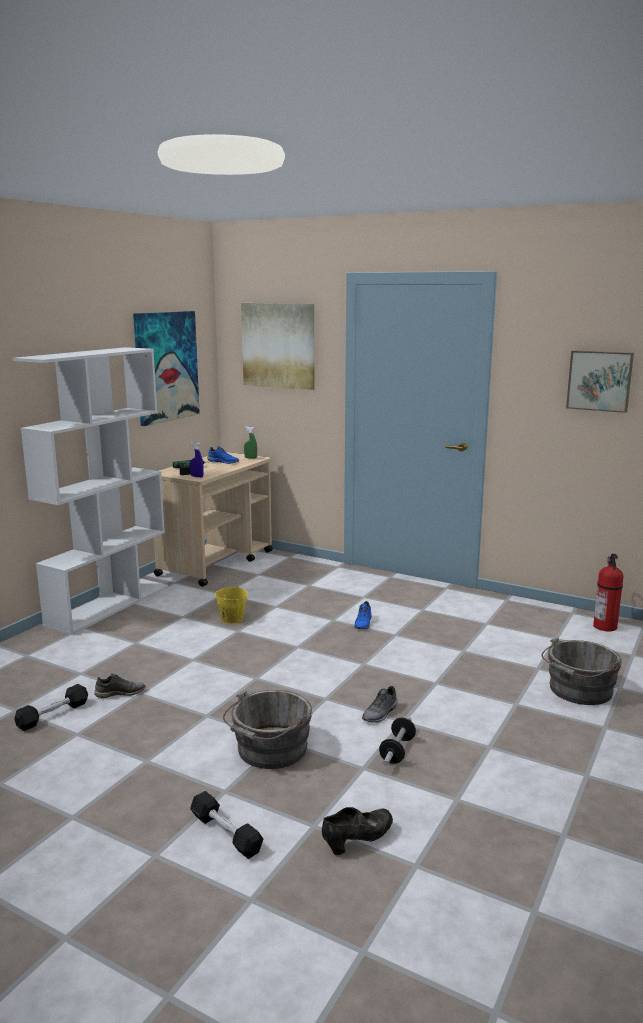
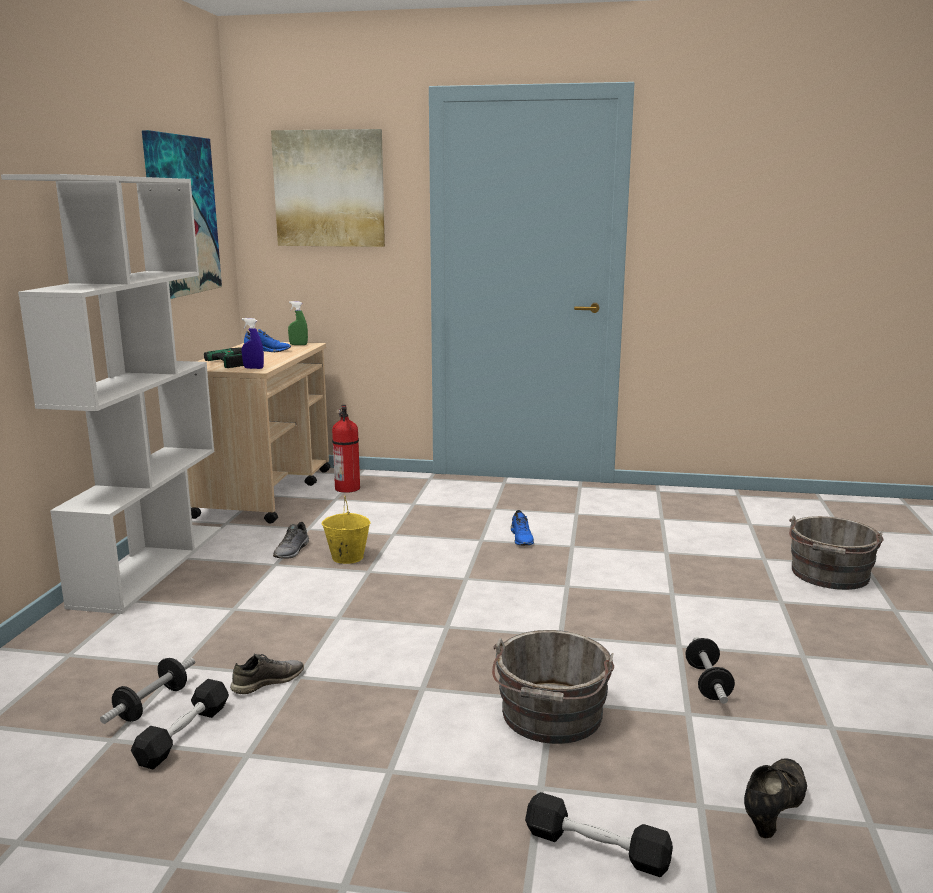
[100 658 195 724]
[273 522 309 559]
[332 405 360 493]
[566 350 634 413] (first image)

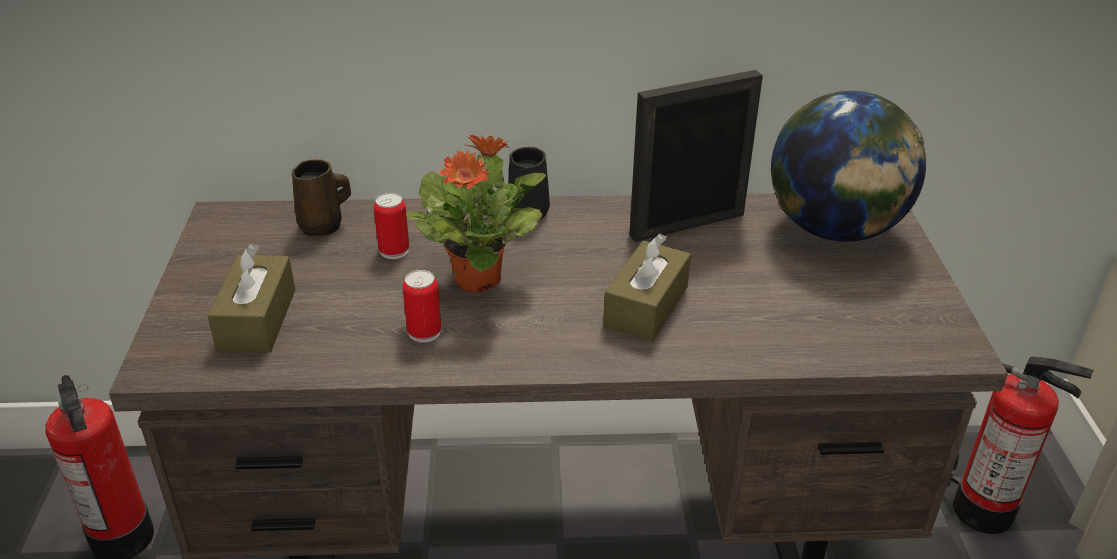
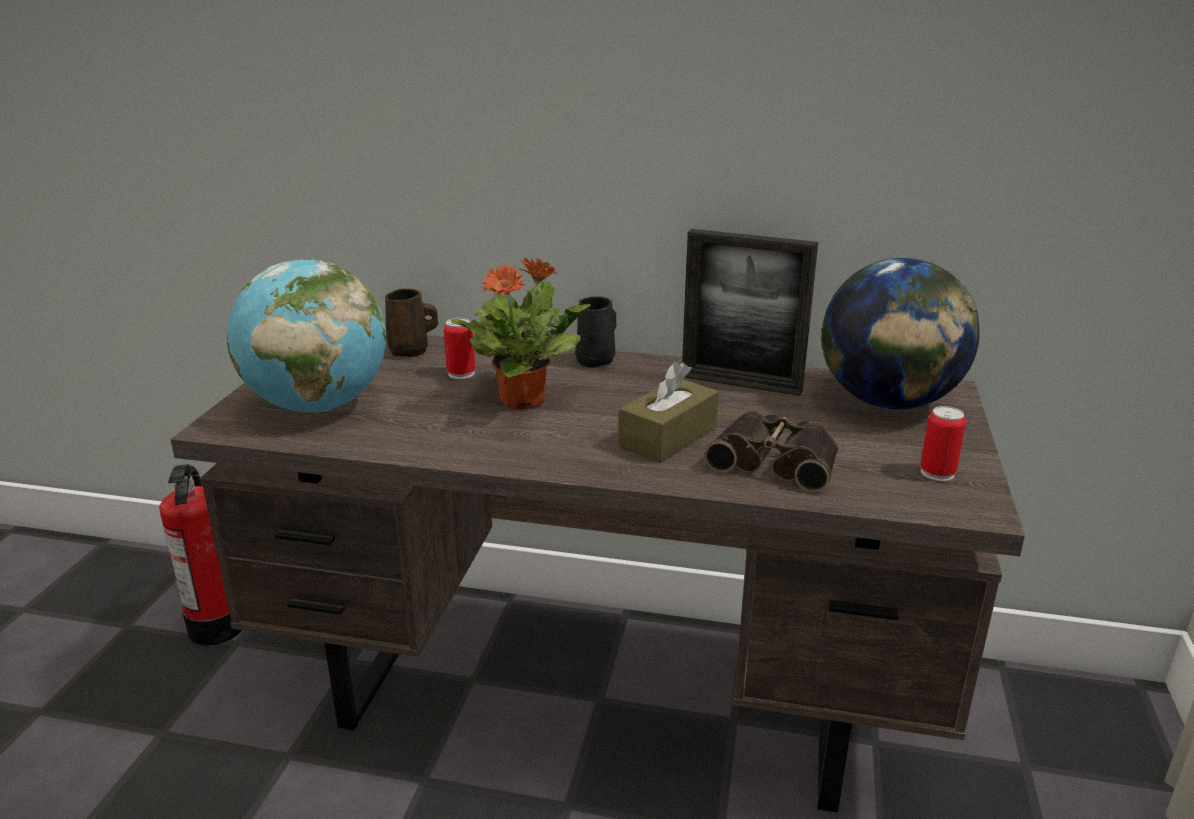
[227 259 387 412]
[682 229 818 396]
[704 410 838 492]
[920 406 966 481]
[947 357 1094 534] (first image)

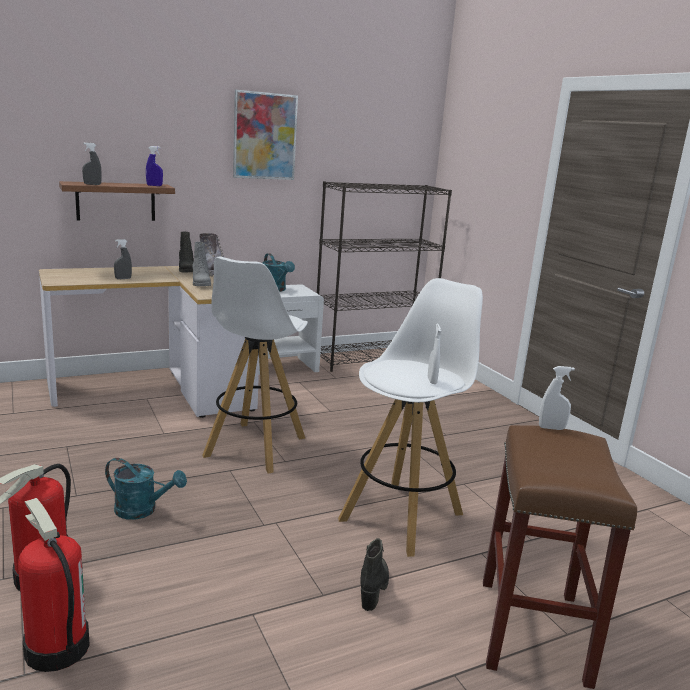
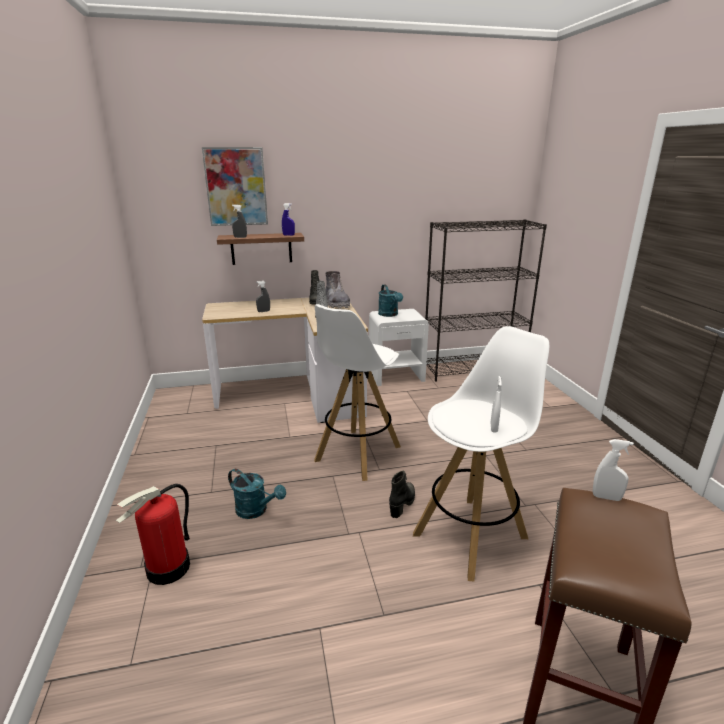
[202 147 268 226]
[389 471 415 518]
[18 498 90 672] (first image)

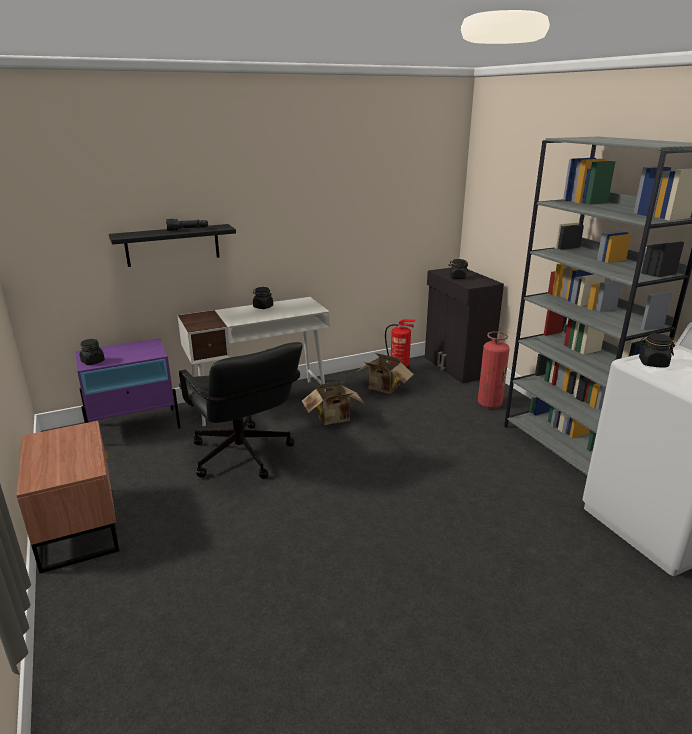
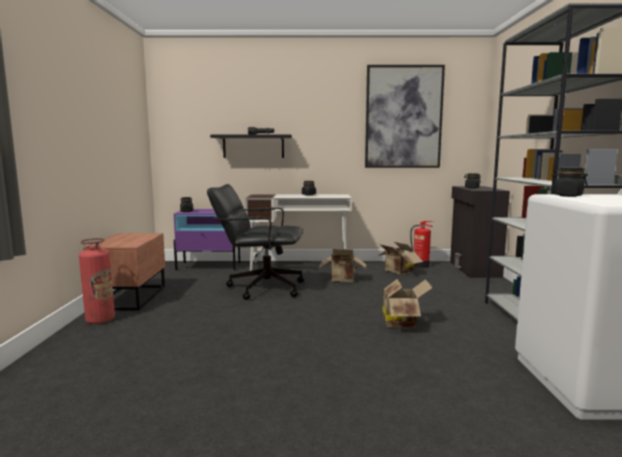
[79 238 115 324]
[207 184 304 300]
[365 65 445 168]
[382 279 433 329]

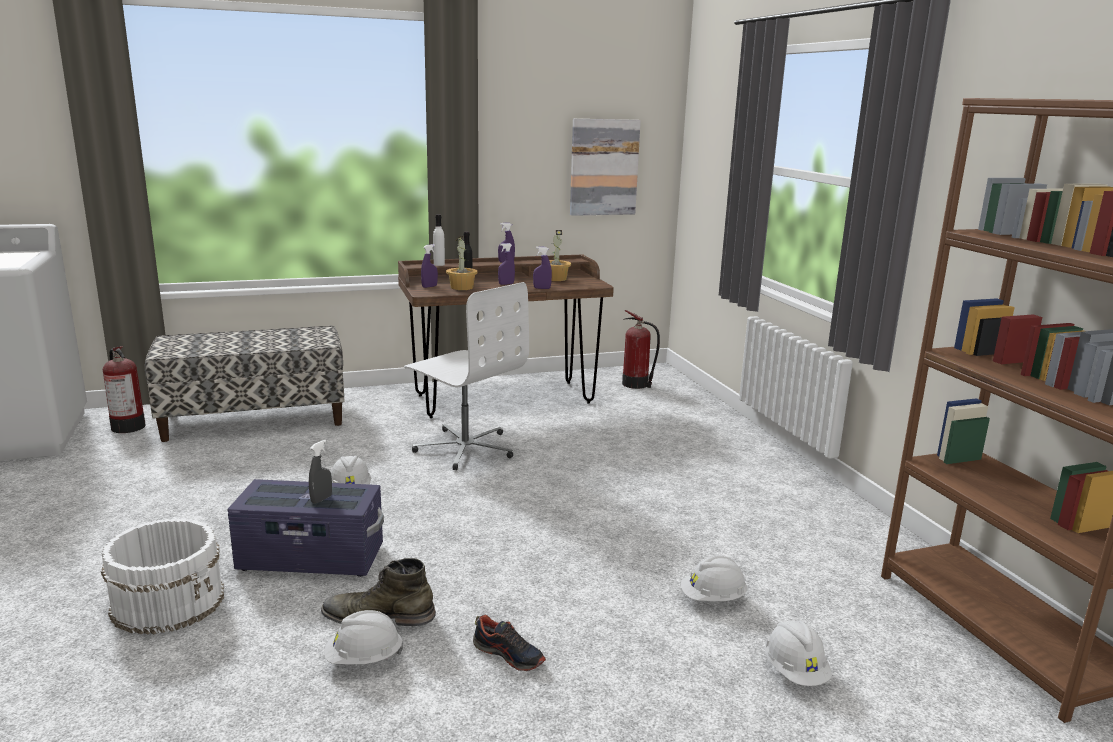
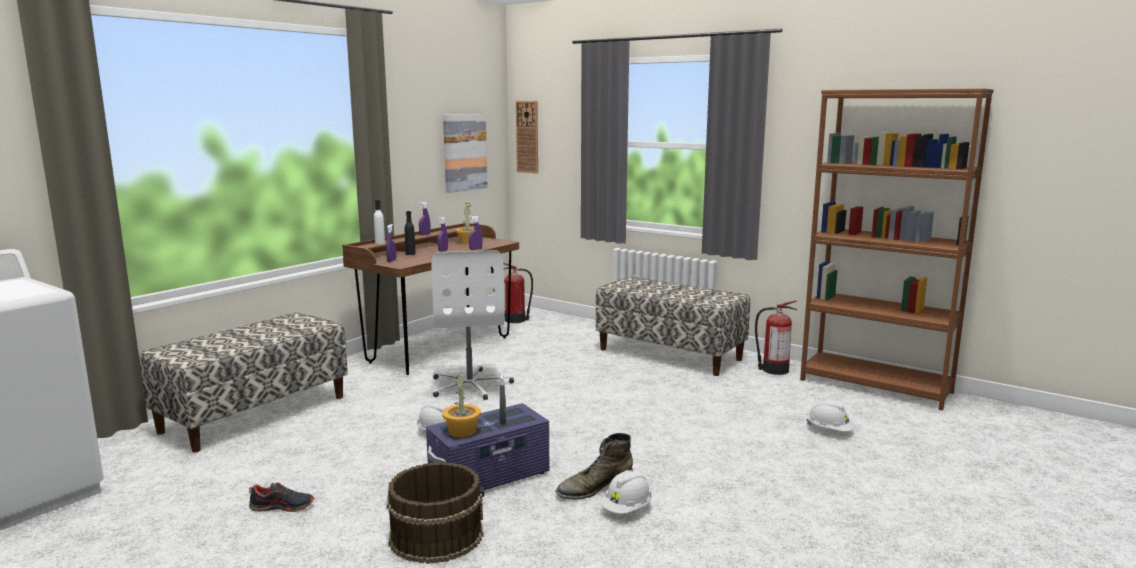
[249 482 314 512]
[386 462 484 564]
[431 250 514 400]
[443 371 481 437]
[516 101 538 173]
[596 277 750 376]
[755 301 797 375]
[681 556 747 601] (first image)

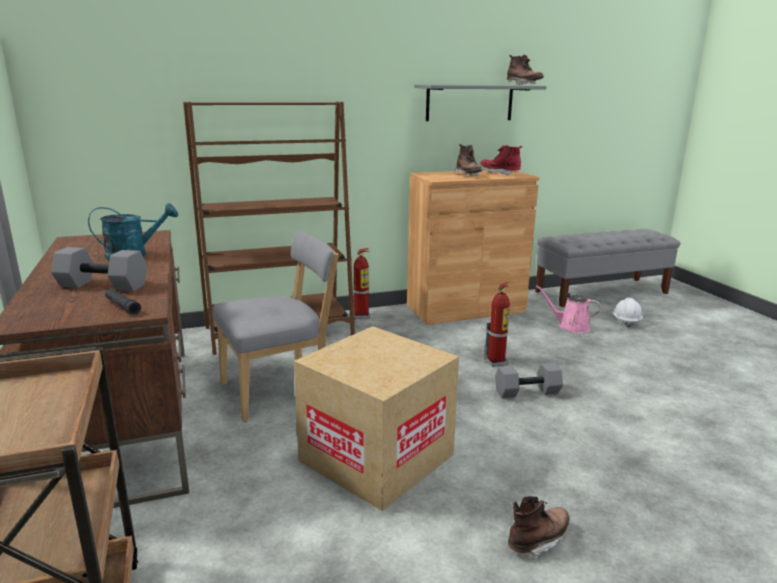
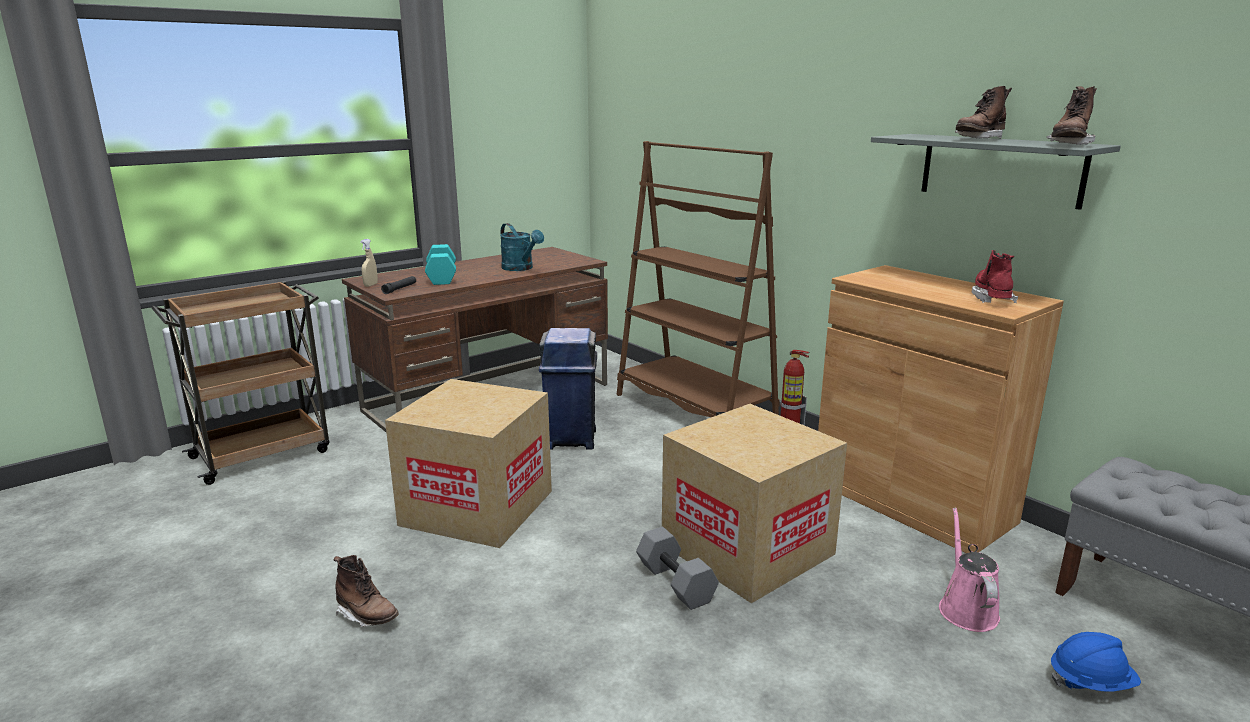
[360 239 378 287]
[425 244 456 285]
[539 328 597 450]
[662 404 847 603]
[955 86 1012 139]
[1051 632 1141 692]

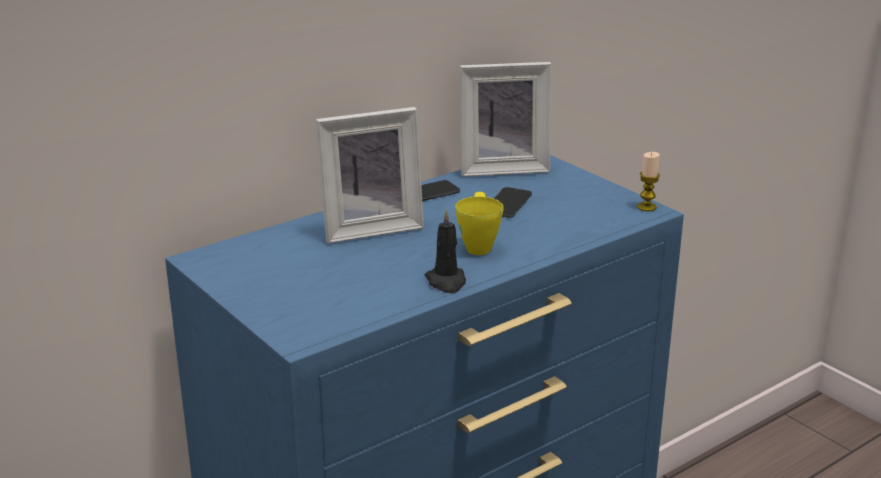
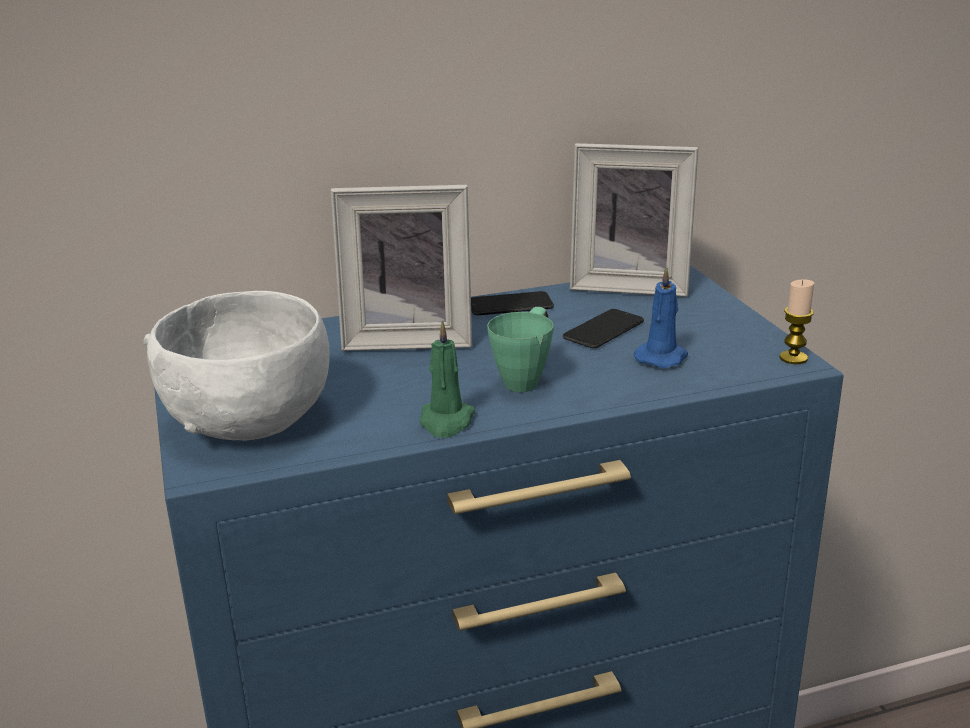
[144 291 330 440]
[420 320 476 438]
[487 307 554 392]
[634 266 688 368]

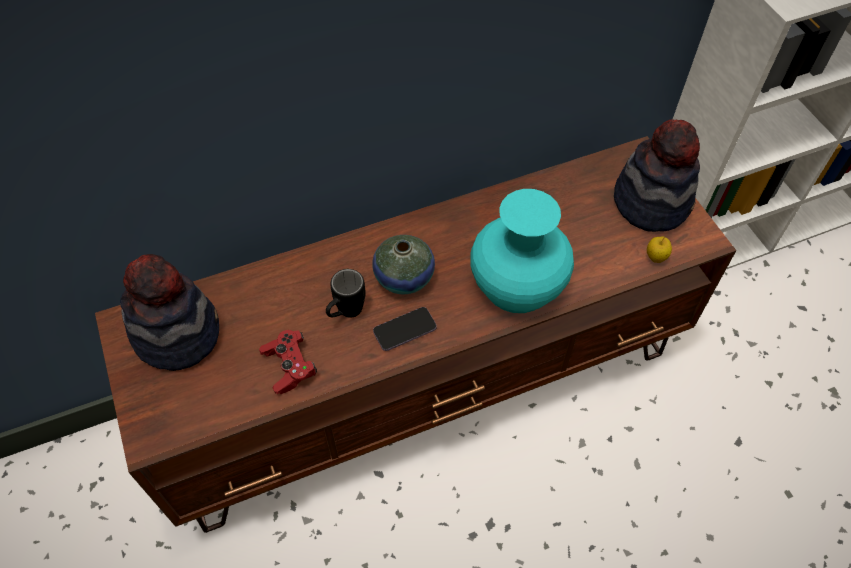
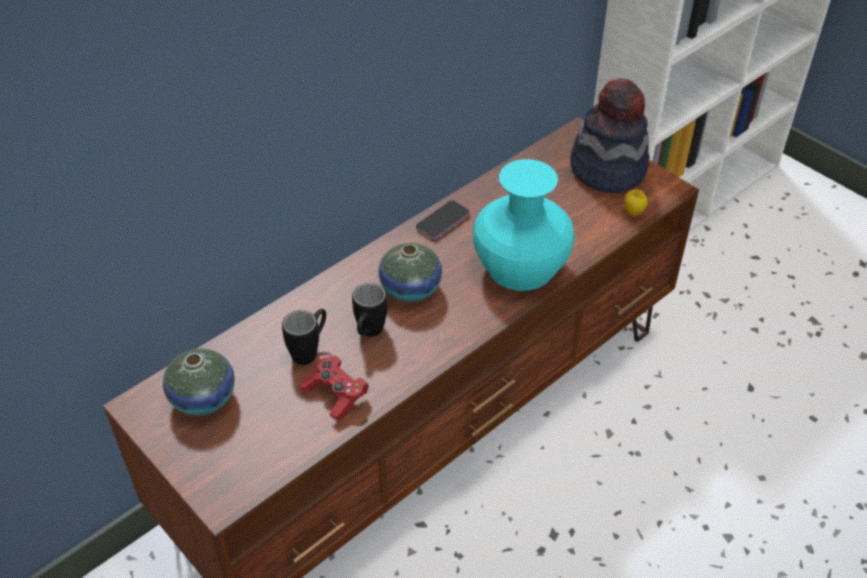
[163 349 235 416]
[282 309 326 365]
[416 200 470 239]

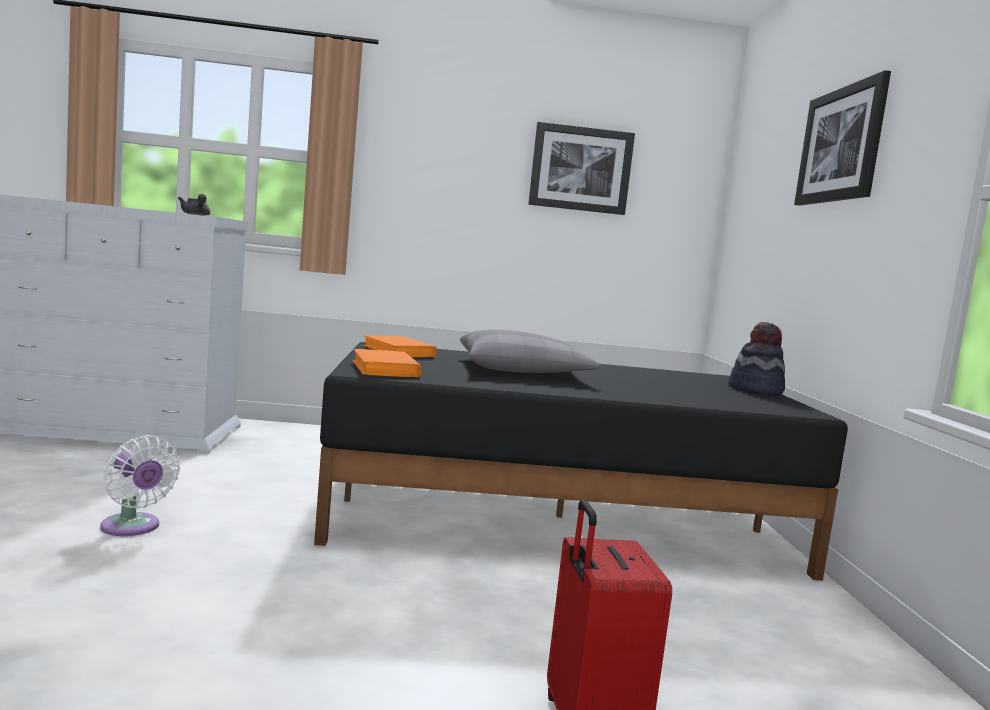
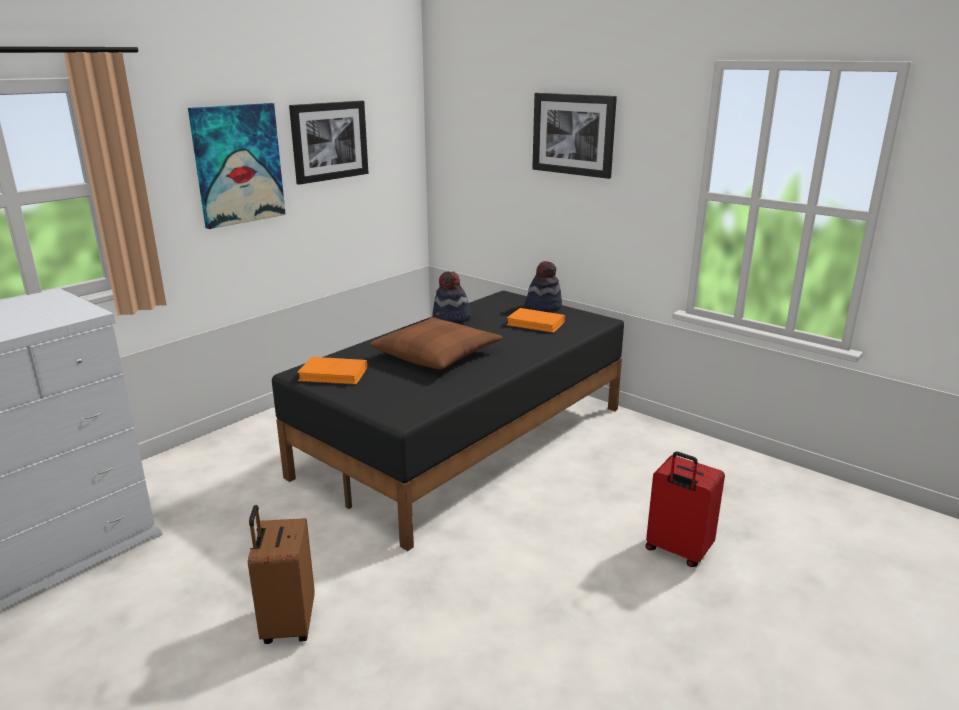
[188 103 286 229]
[248 505 315 644]
[370 317 503 369]
[432 272 472 323]
[507 308 565 333]
[178 194 210 216] (first image)

